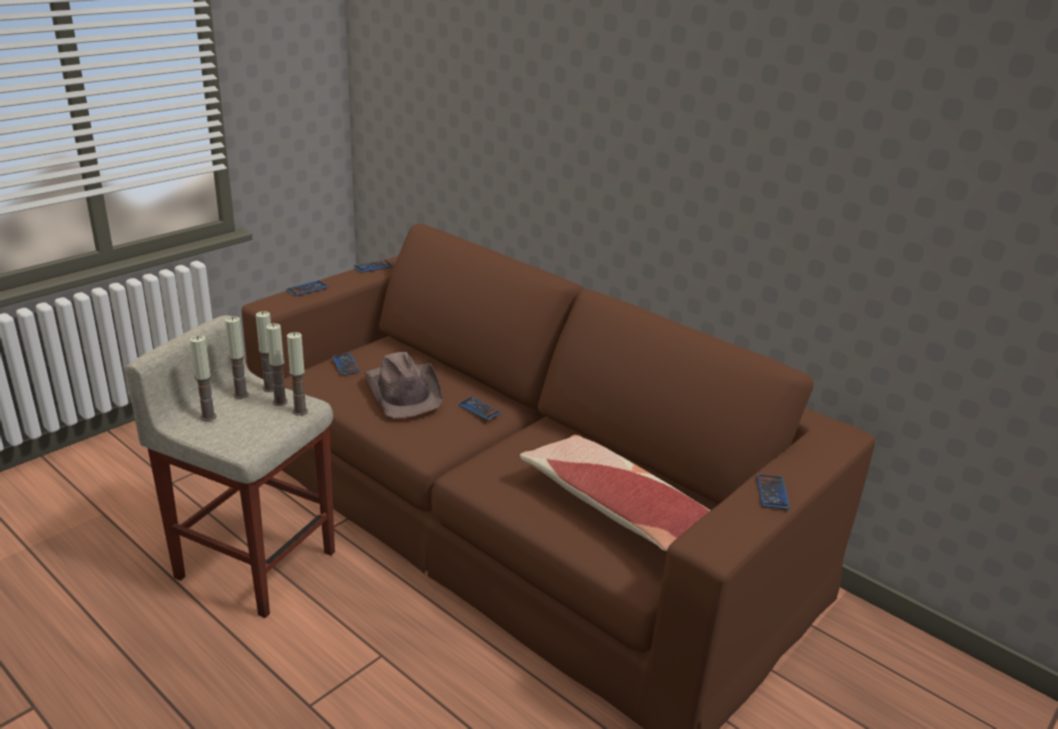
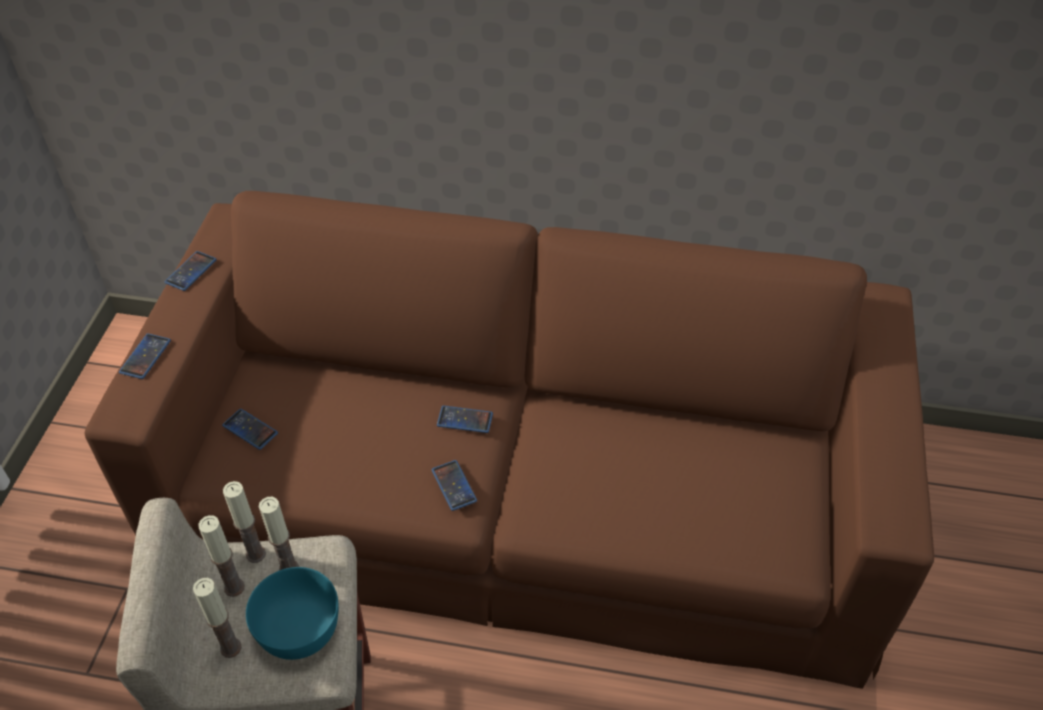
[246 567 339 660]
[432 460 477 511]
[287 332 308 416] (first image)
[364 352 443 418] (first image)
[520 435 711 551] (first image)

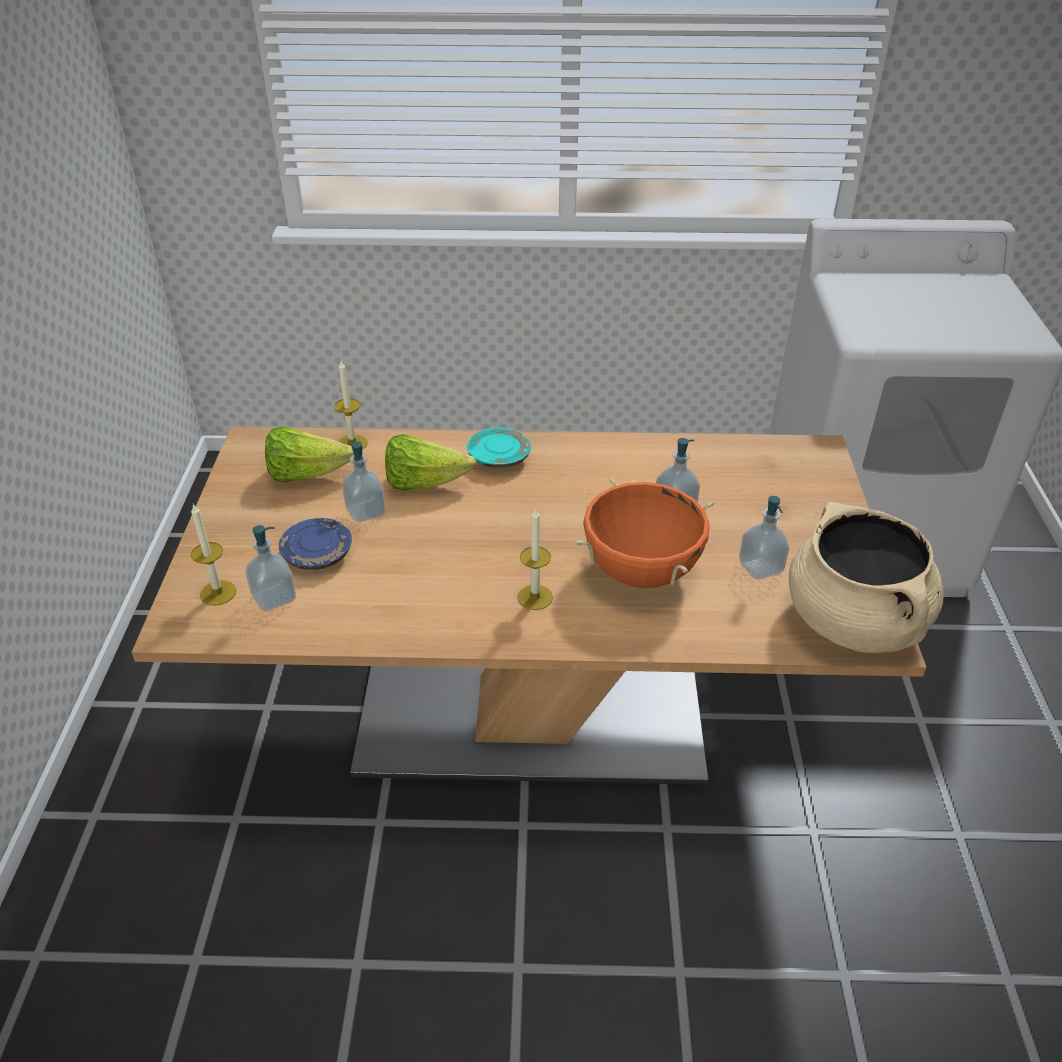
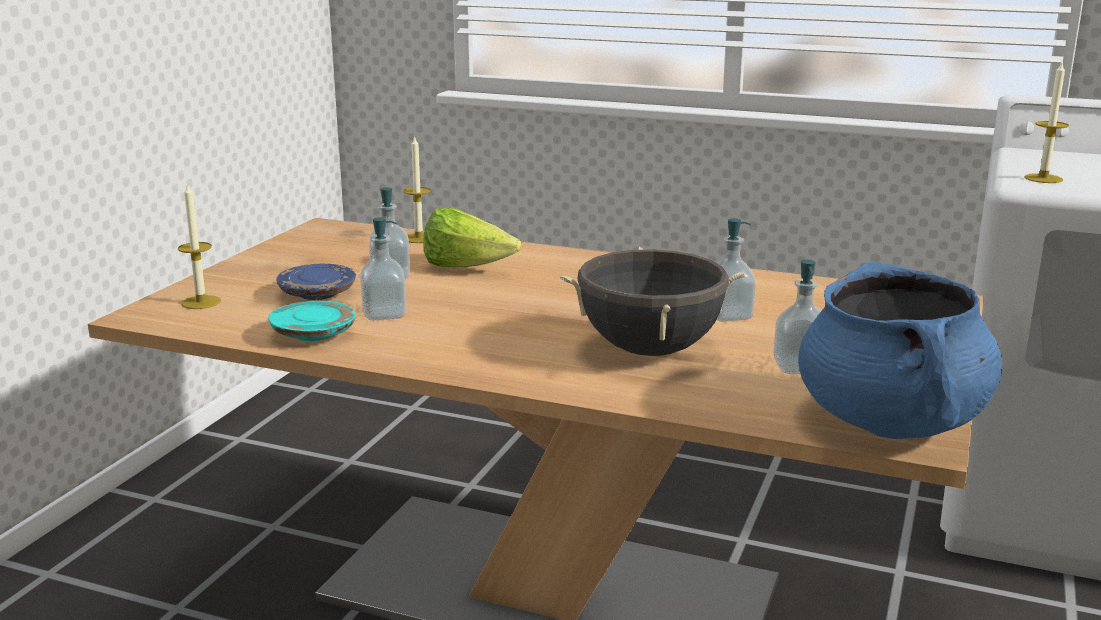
[268 301 356 341]
[360 217 407 320]
[560 247 746 356]
[798 262 1002 439]
[1024 60 1069 183]
[265 426 354 483] (first image)

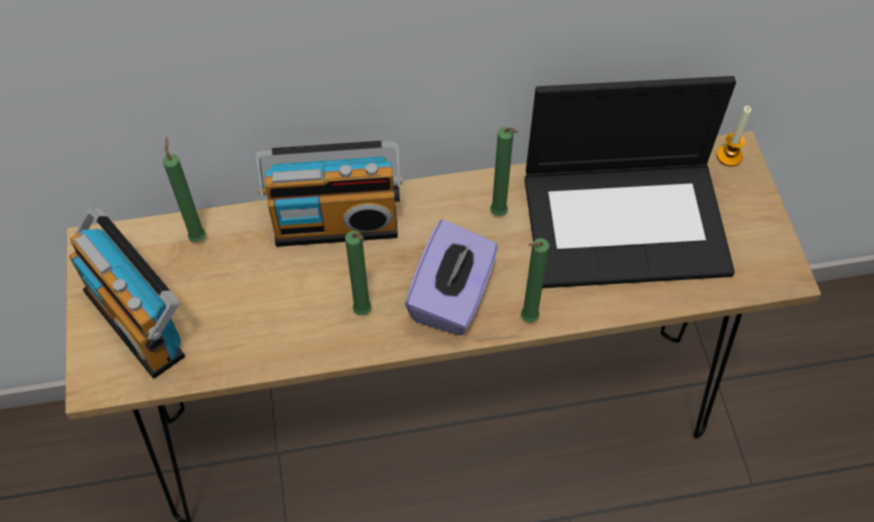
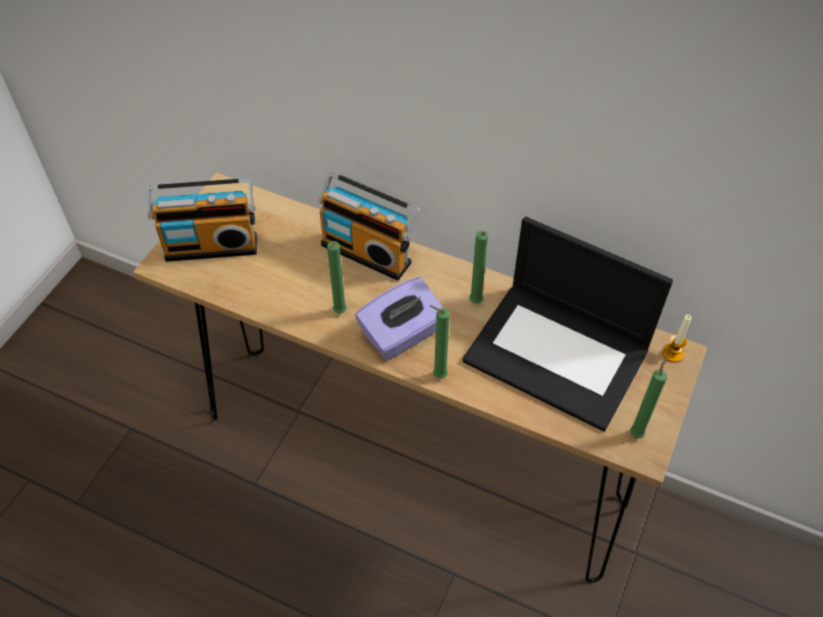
[146 178 257 262]
[630 357 668 439]

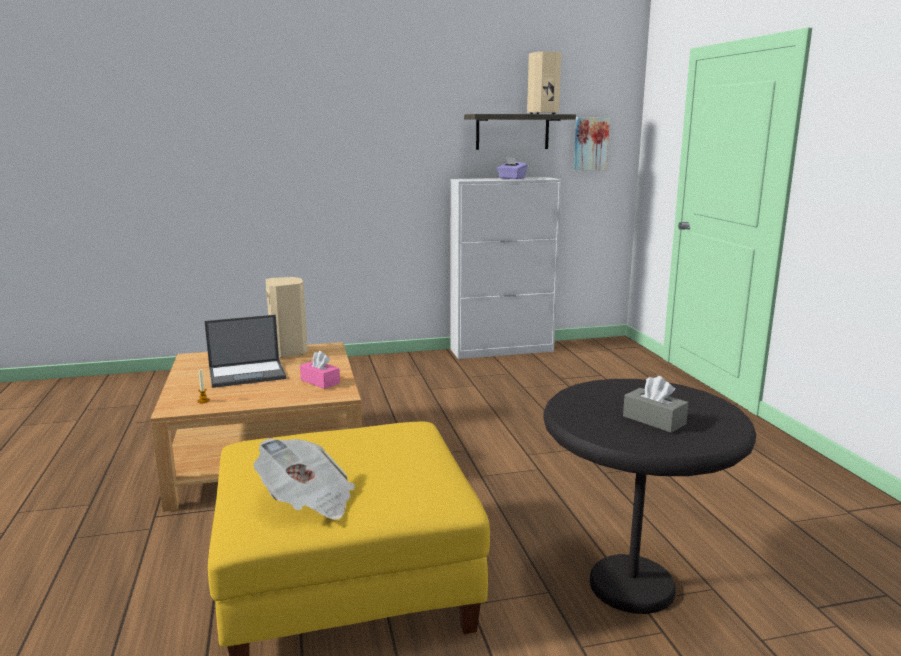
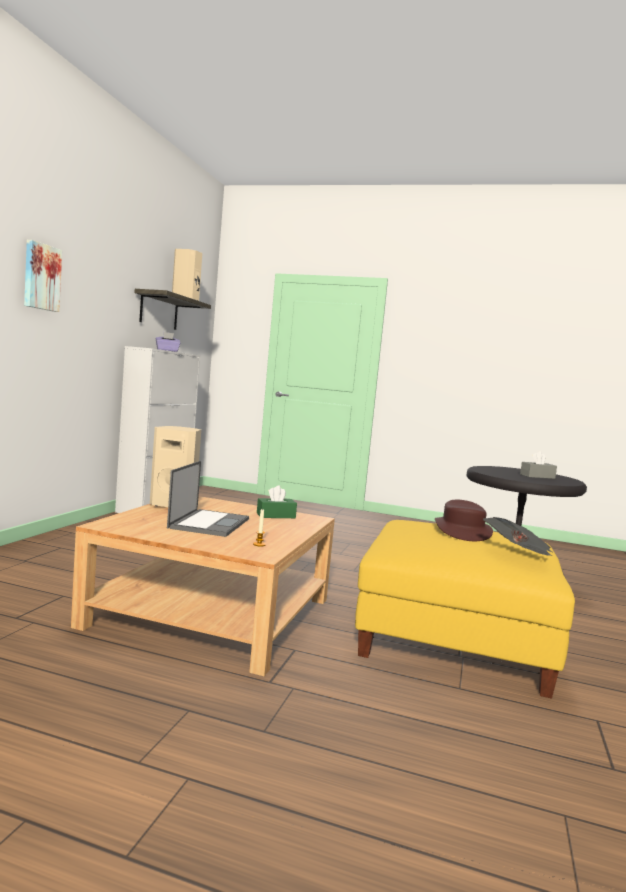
[24 240 62 312]
[257 485 297 518]
[435 500 493 541]

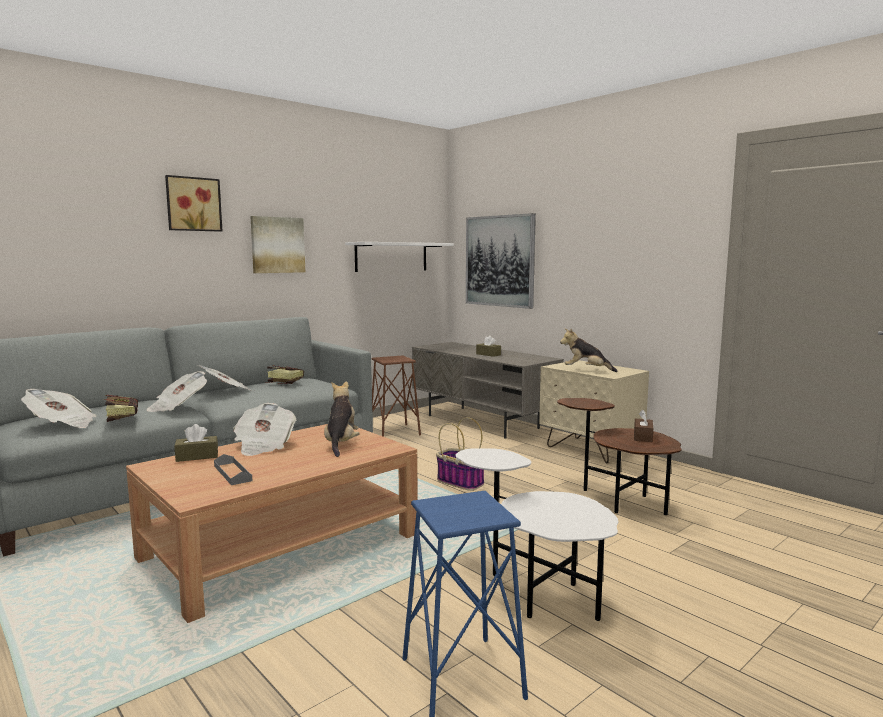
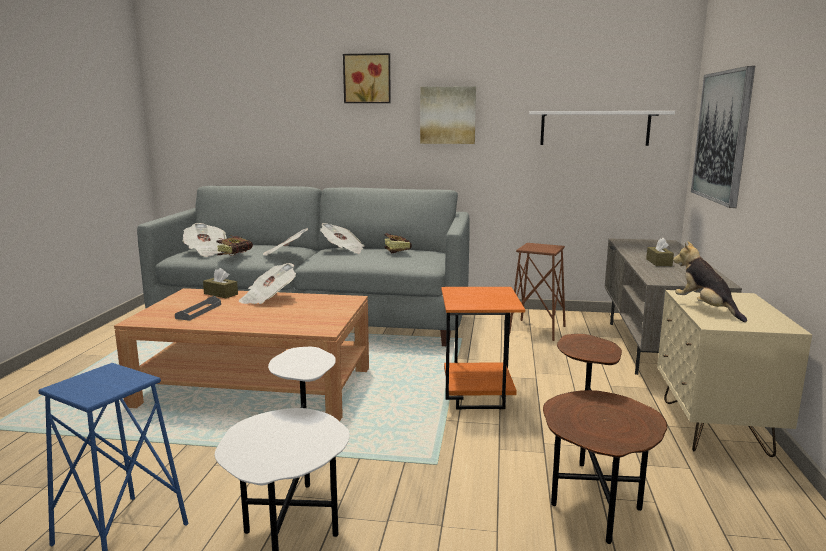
[441 287 525 409]
[324 381 360 457] (first image)
[634 410 653 442] (first image)

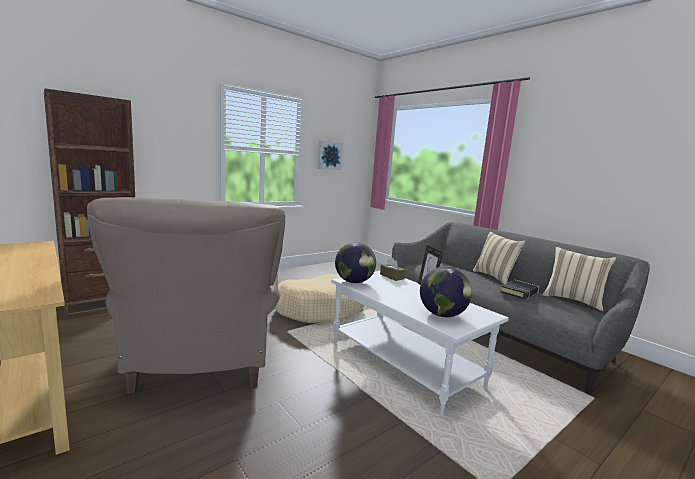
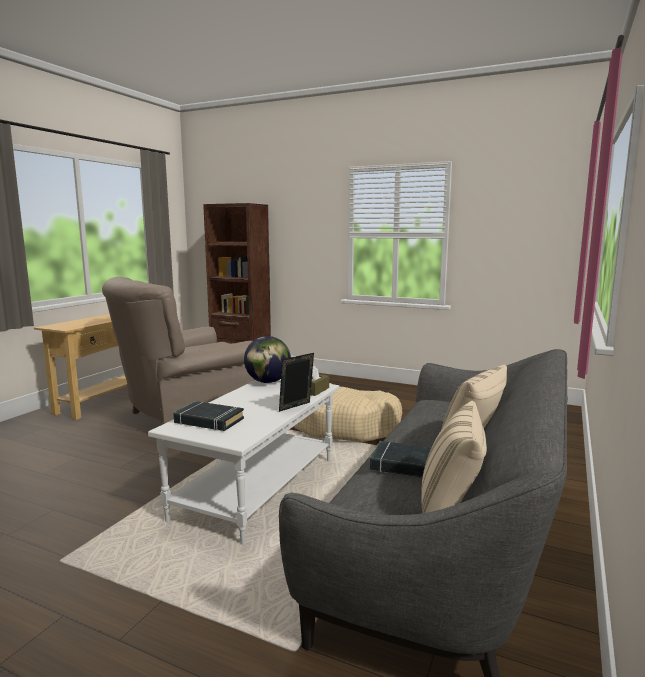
[173 401 244 431]
[318 140 343 170] (first image)

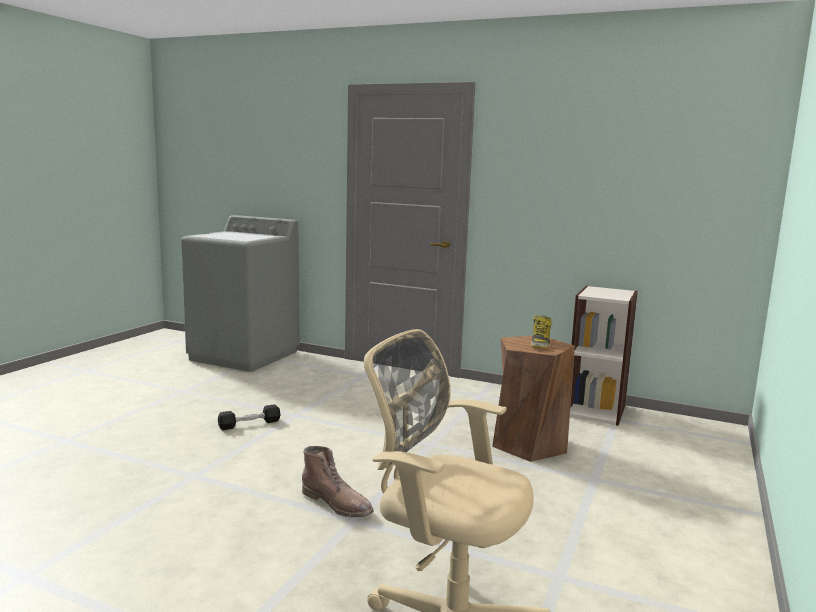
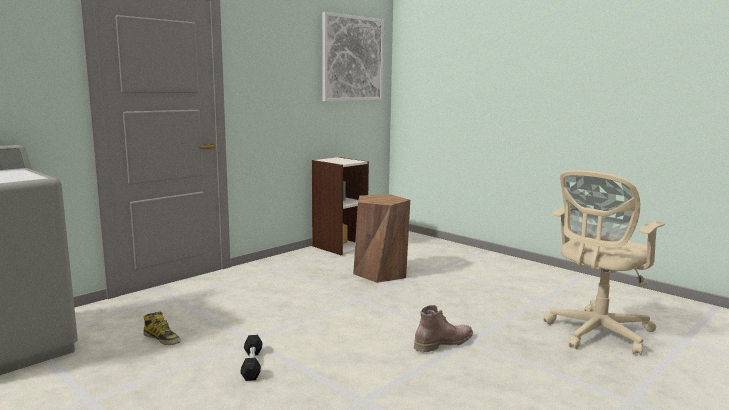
[143 312 181 345]
[322 12 384 101]

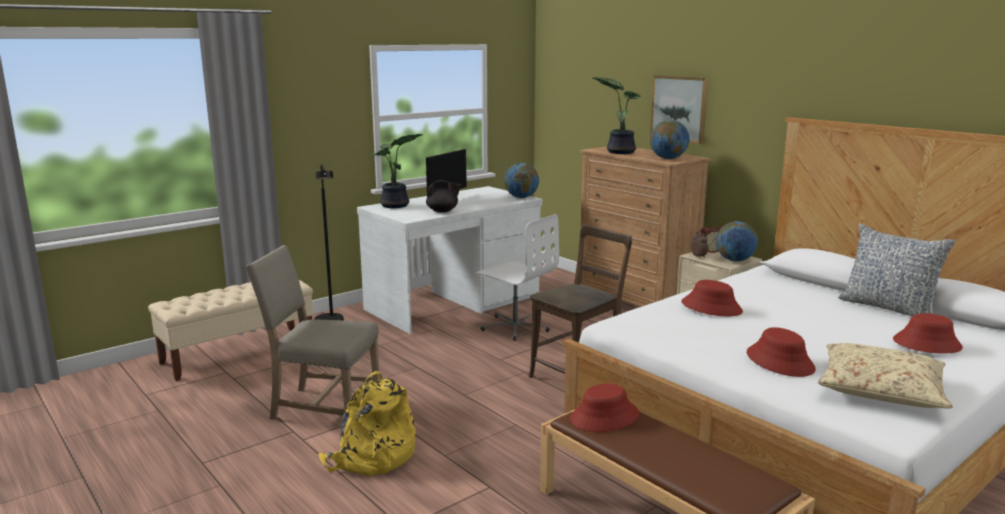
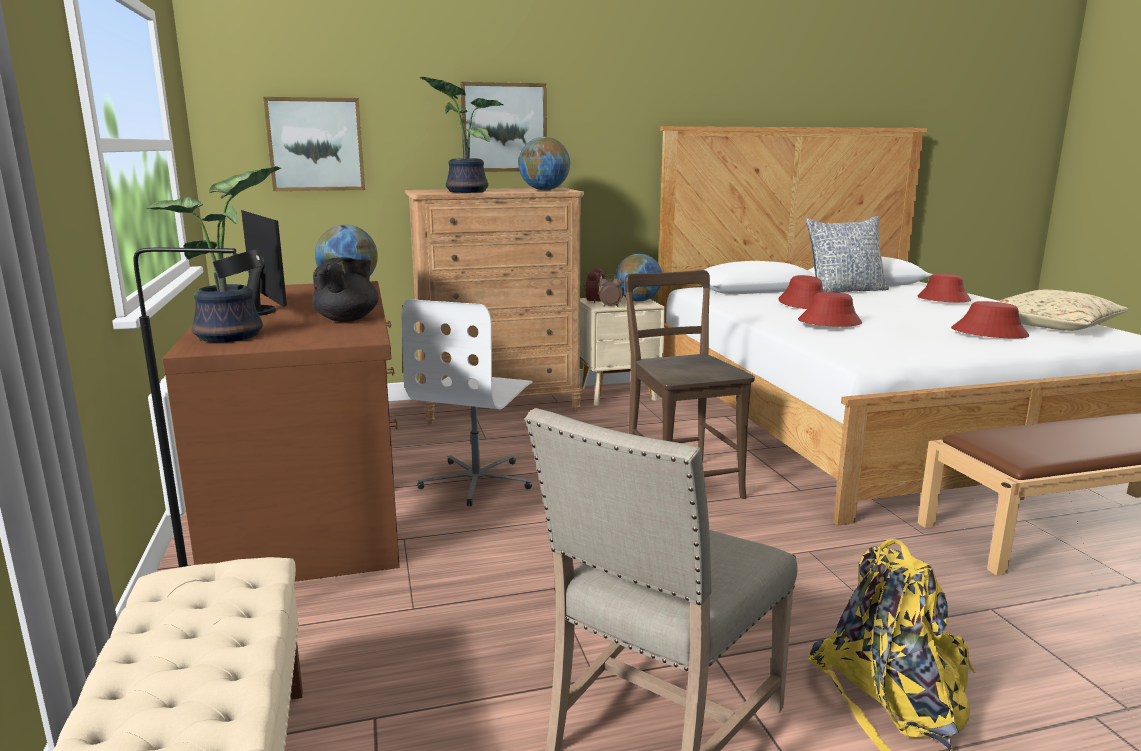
[162 281 400 582]
[263 97 365 191]
[402 299 532 506]
[778 275 824 309]

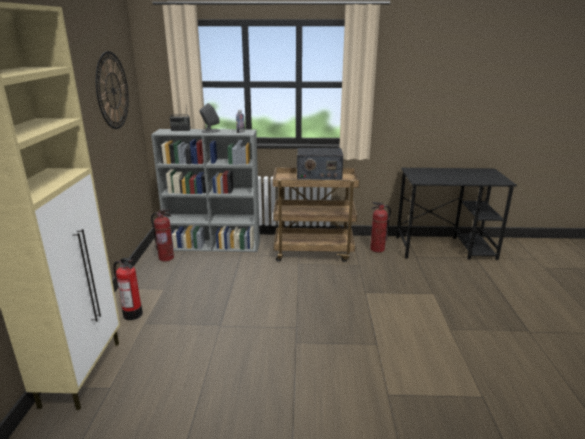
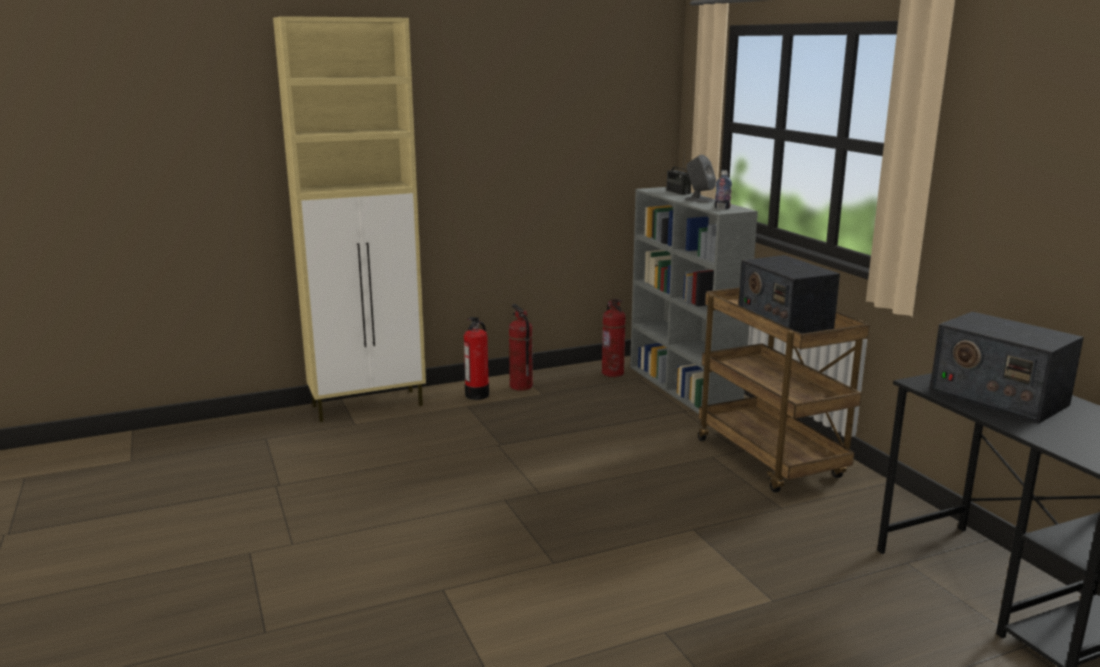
[509 304 533 391]
[930 312 1084 424]
[96 51 129 129] (first image)

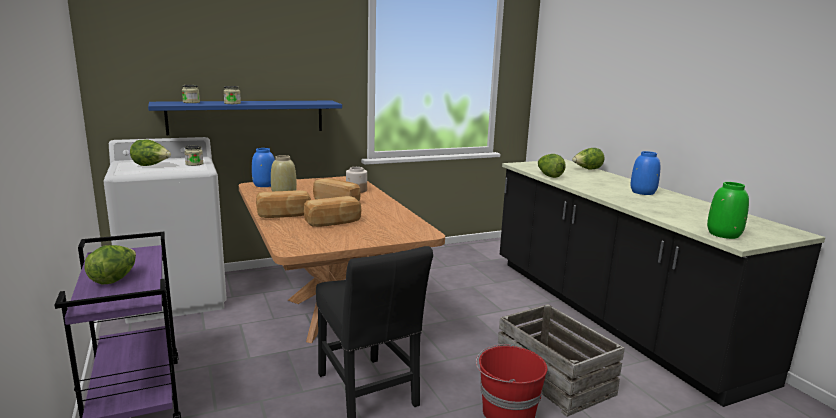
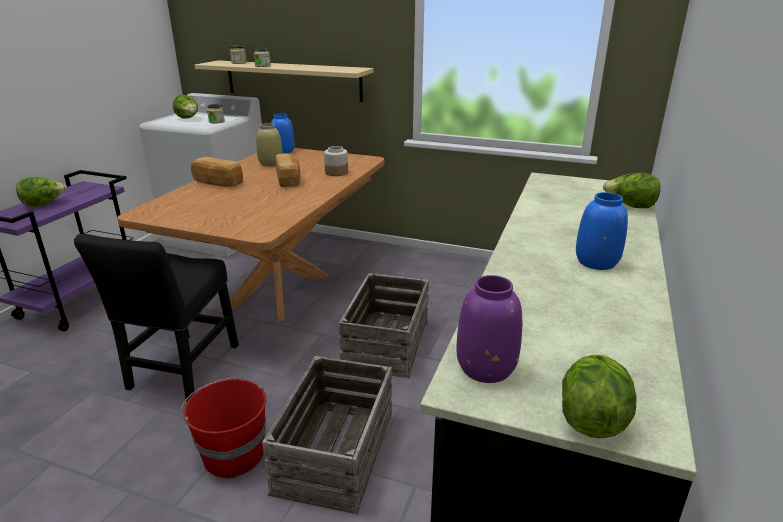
[194 60 374 102]
[339 273 429 378]
[457 275 522 383]
[562 354 637 439]
[304 196 362 227] (first image)

